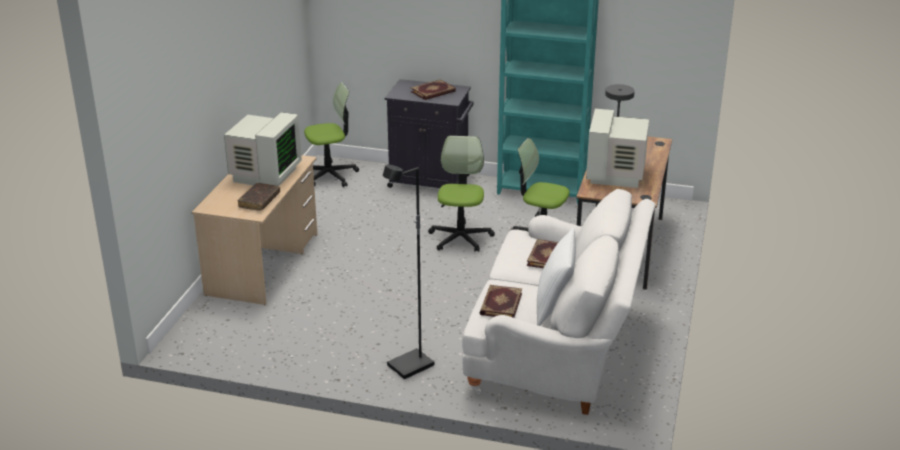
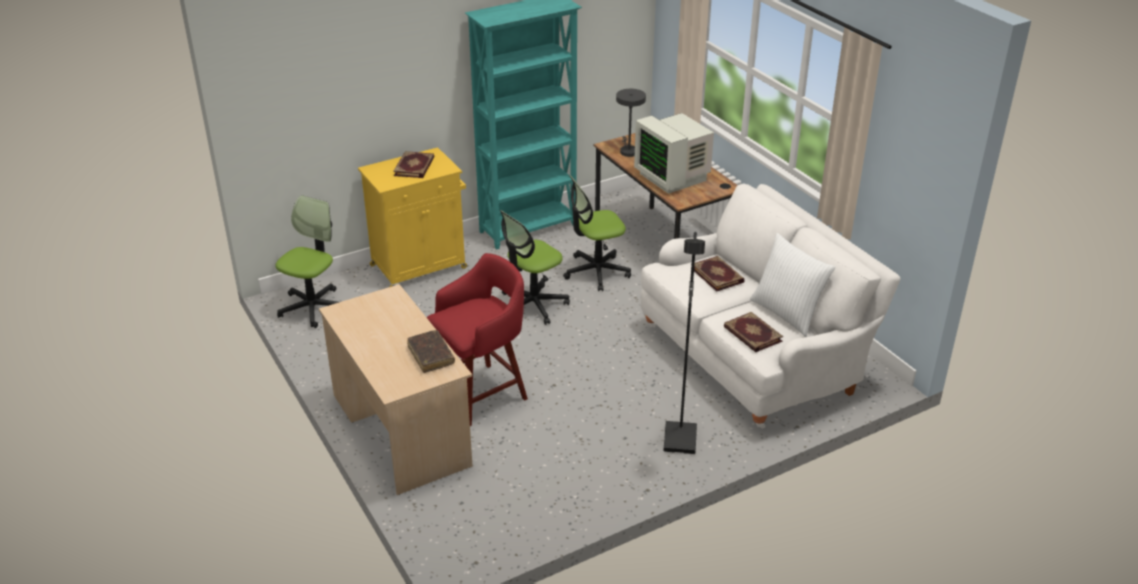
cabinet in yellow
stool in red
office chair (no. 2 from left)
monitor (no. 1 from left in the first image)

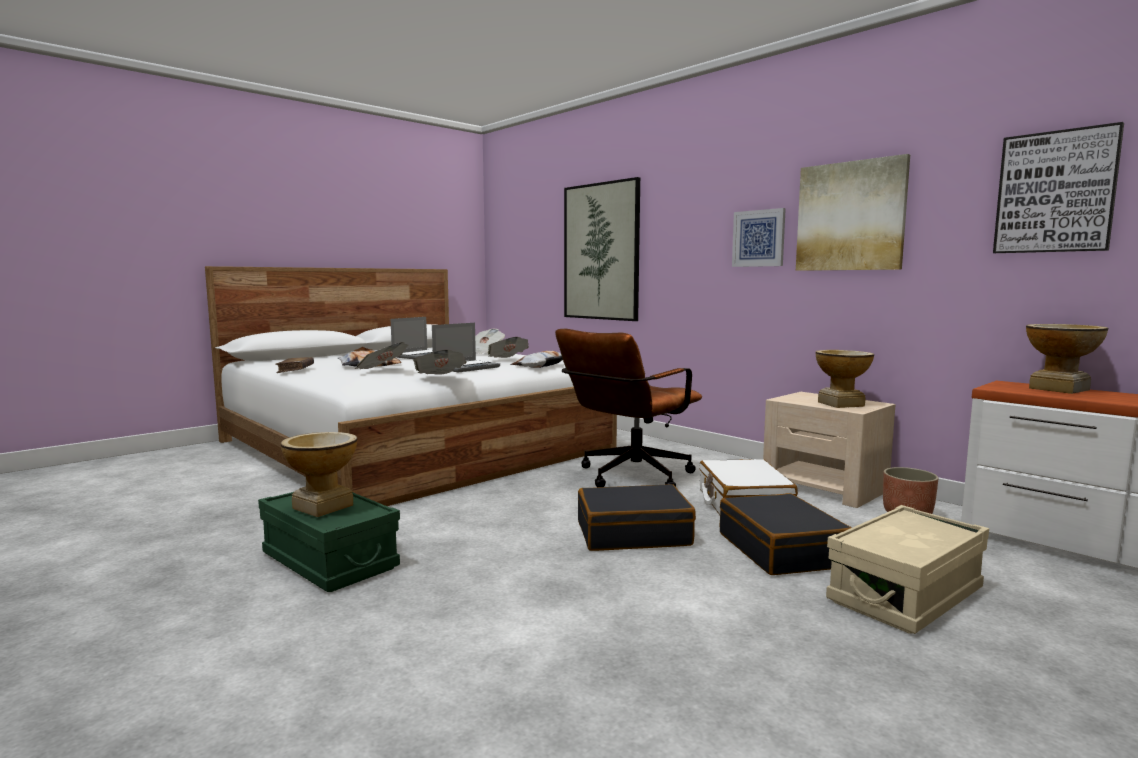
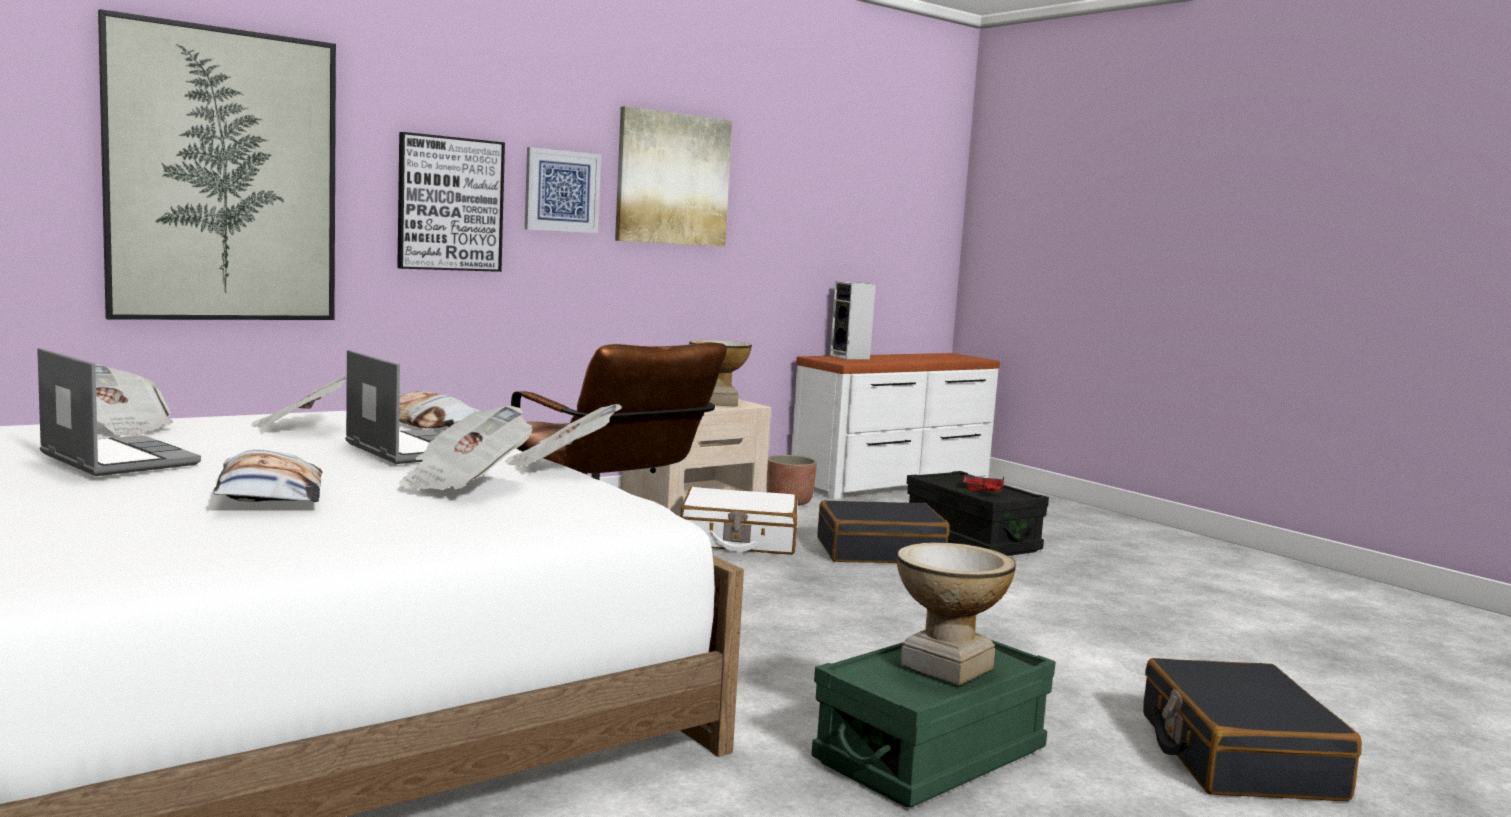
picture (no. 2 from left)
speaker
storage box in black
tray in red
suitcase in black (no. 2 from left)
book in brown

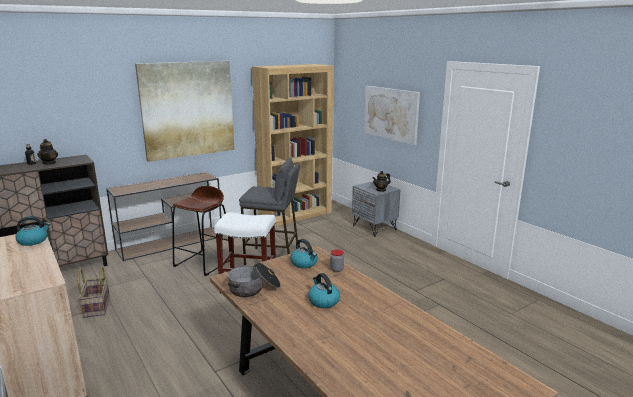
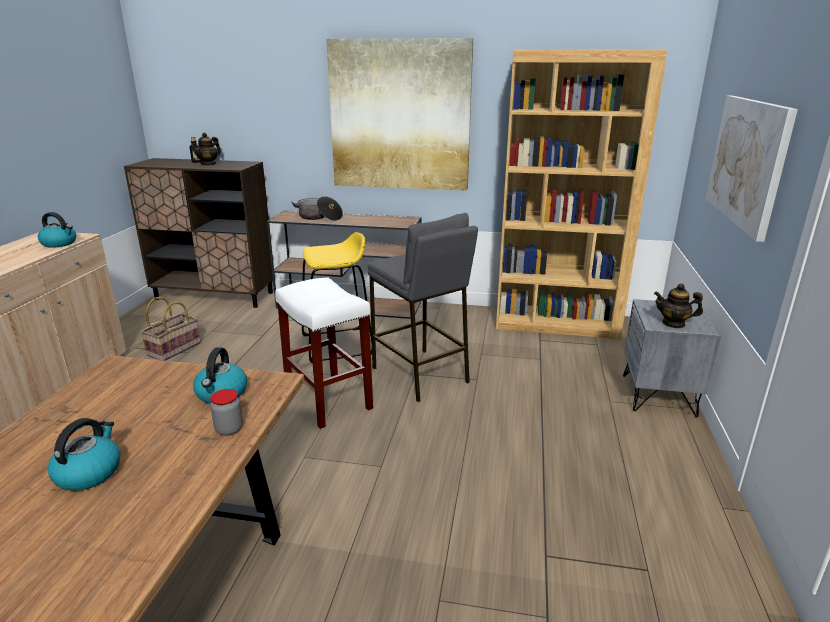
cooking pot
stool in yellow

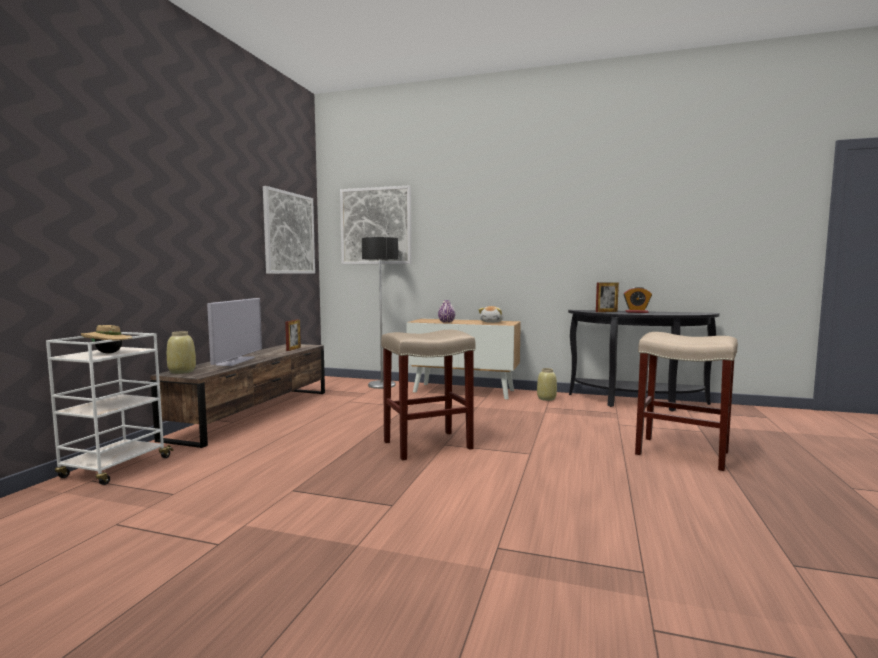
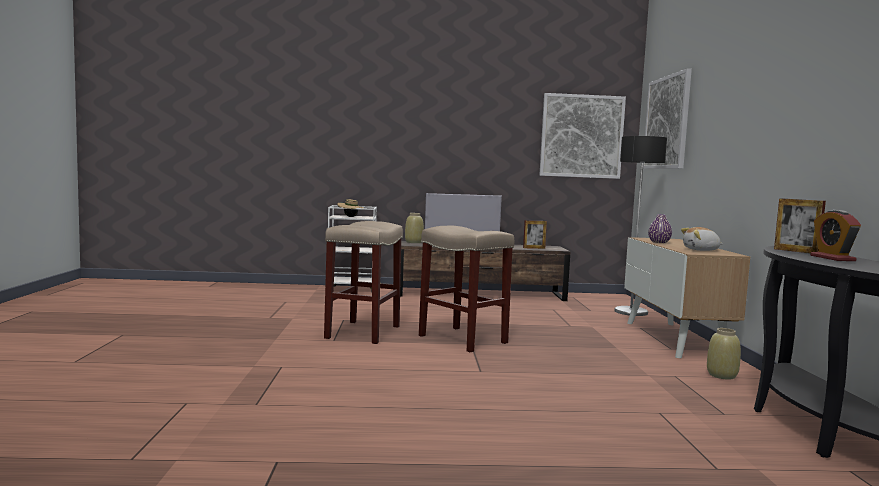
stool in beige (no. 1 from left)

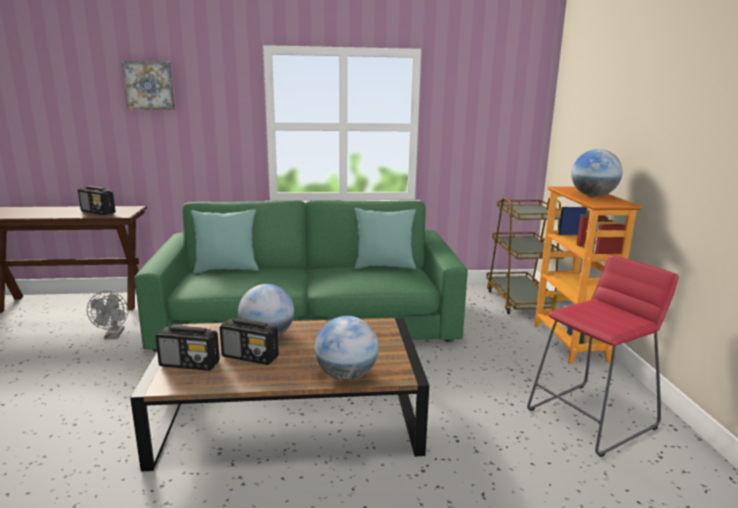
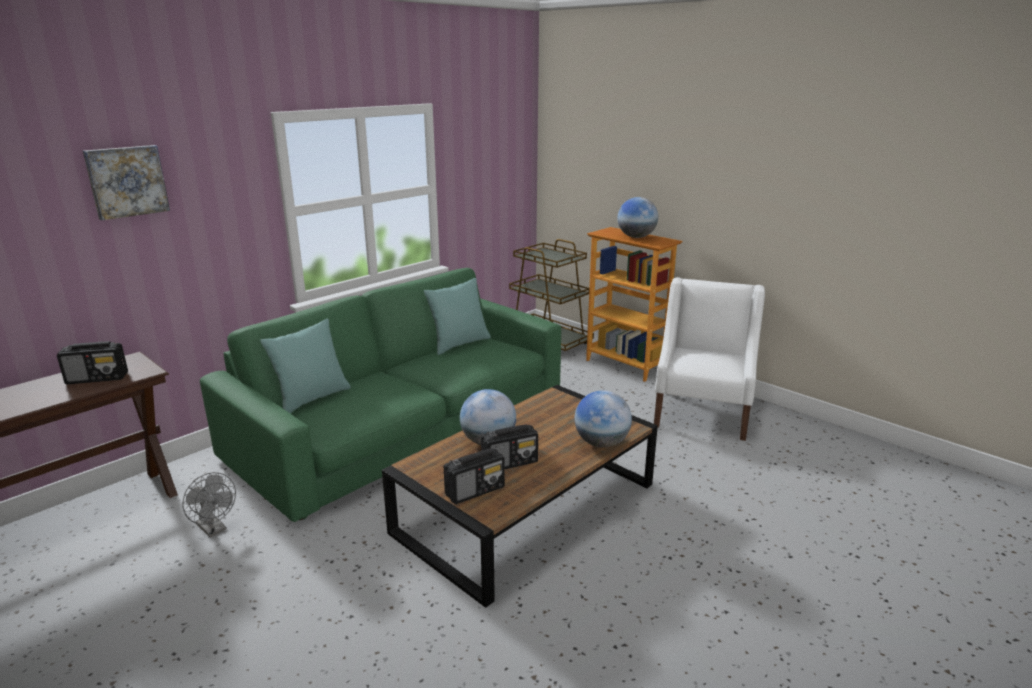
armchair in white

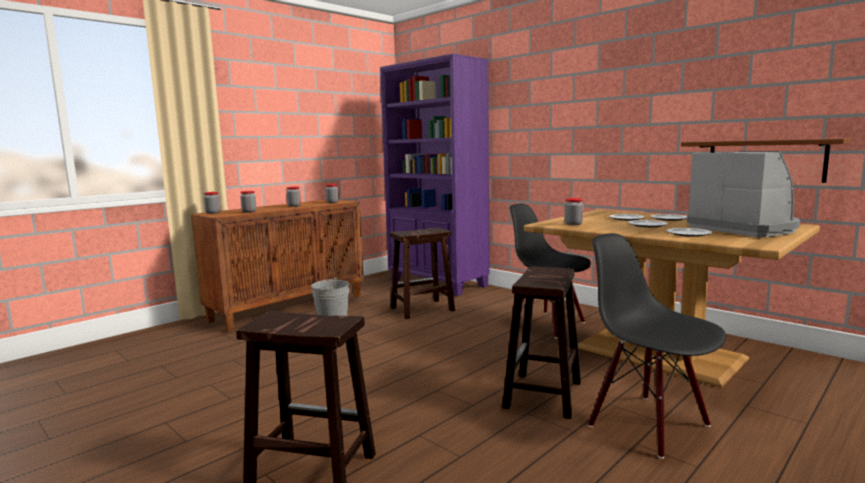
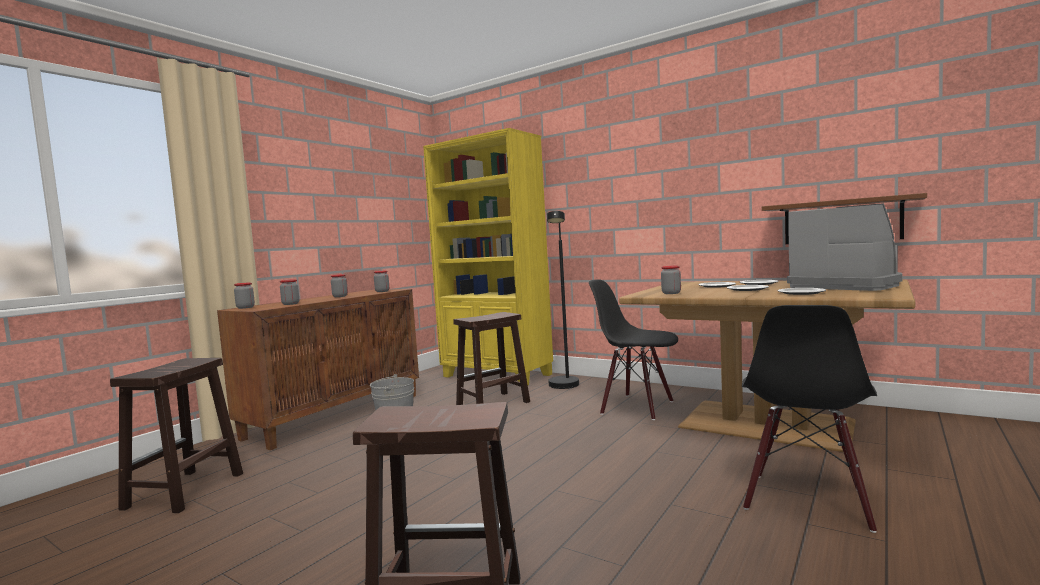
stool in brown (no. 1 from left)
bookcase in yellow
floor lamp in black
chair in black (no. 2 from left)

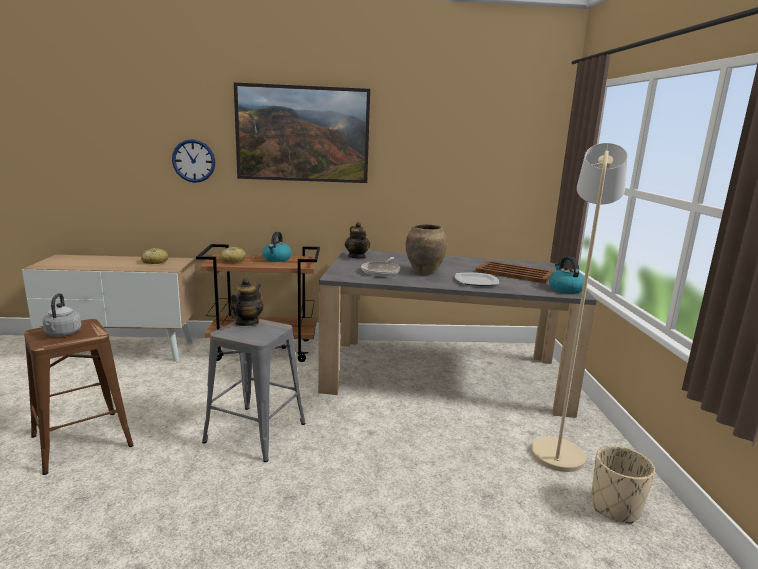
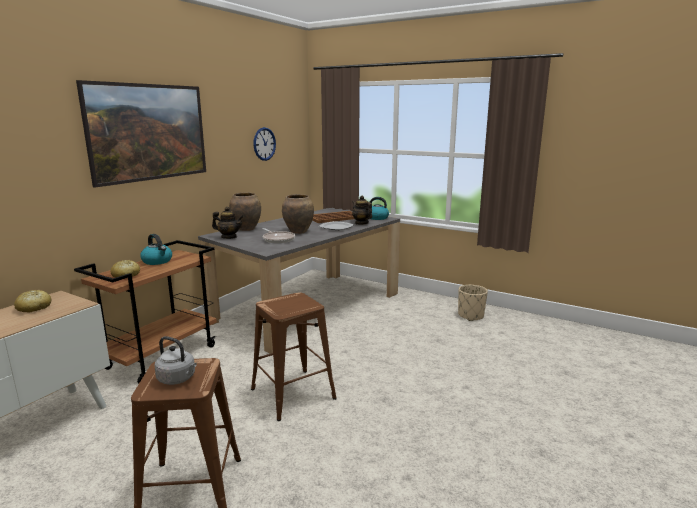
vase in brown (no. 1 from left)
stool in brown (no. 2 from left)
wall clock
teapot (no. 2 from left)
floor lamp in beige

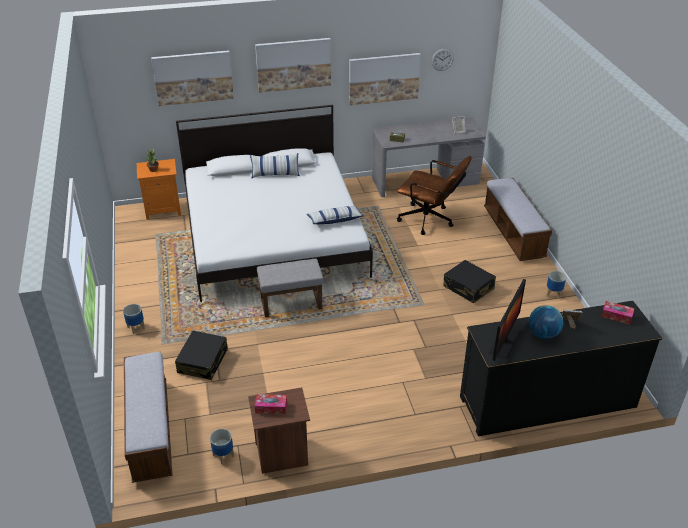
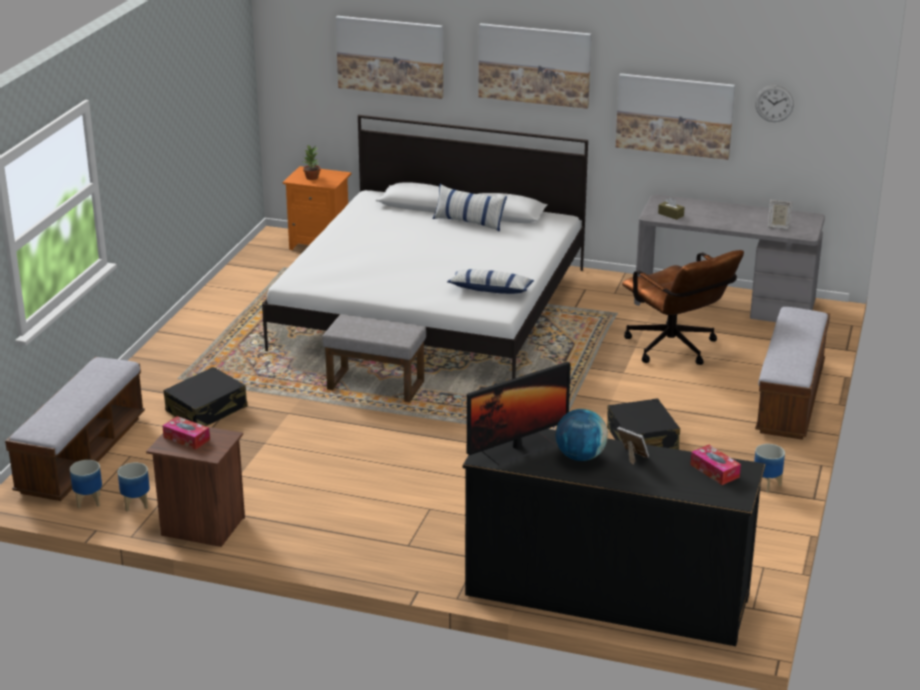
planter (no. 1 from left)

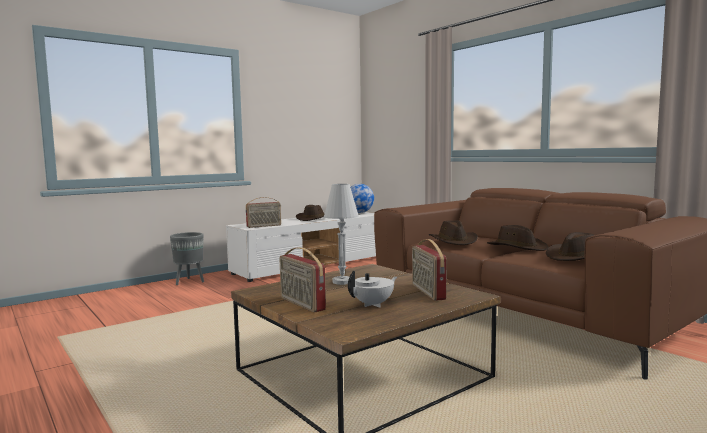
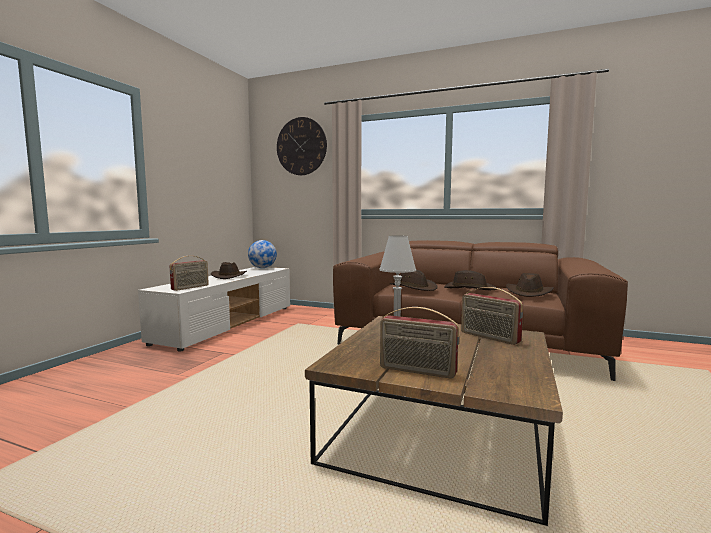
wall clock
planter in grey
teapot in white

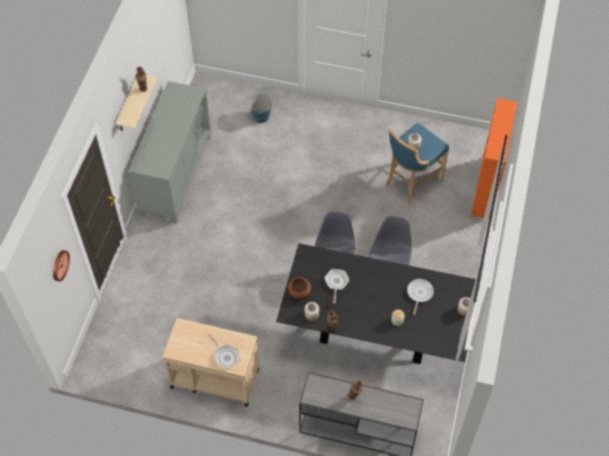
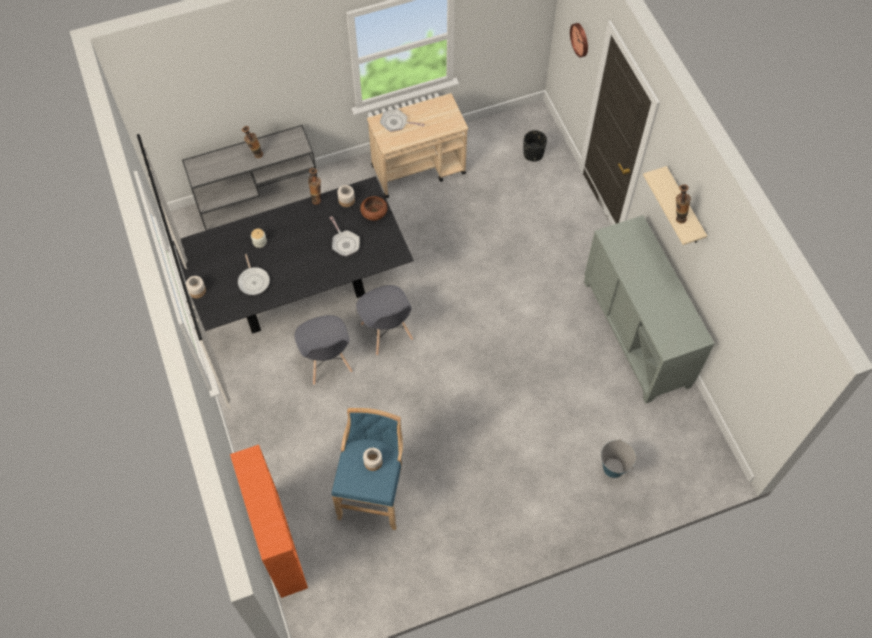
planter in black

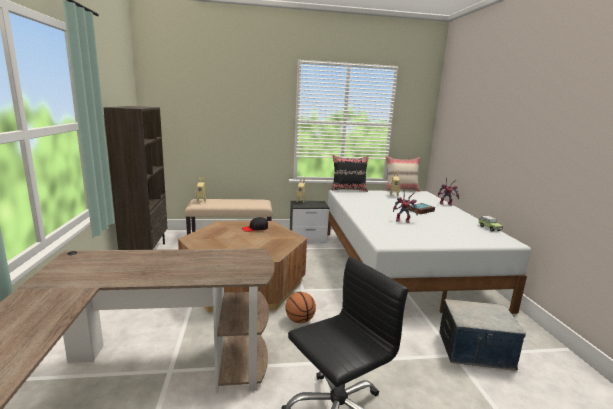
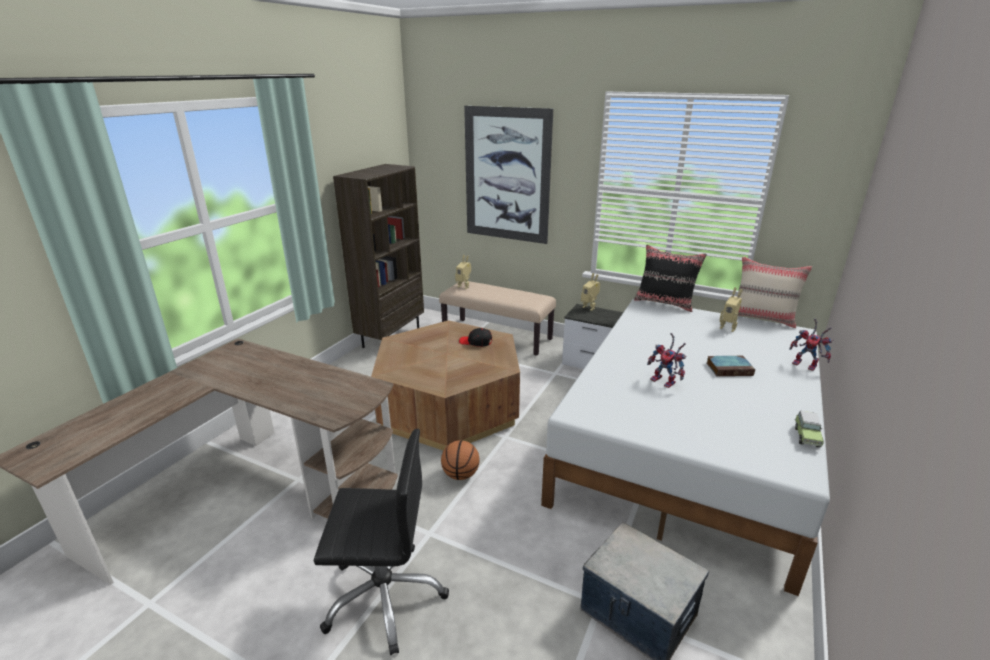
picture

